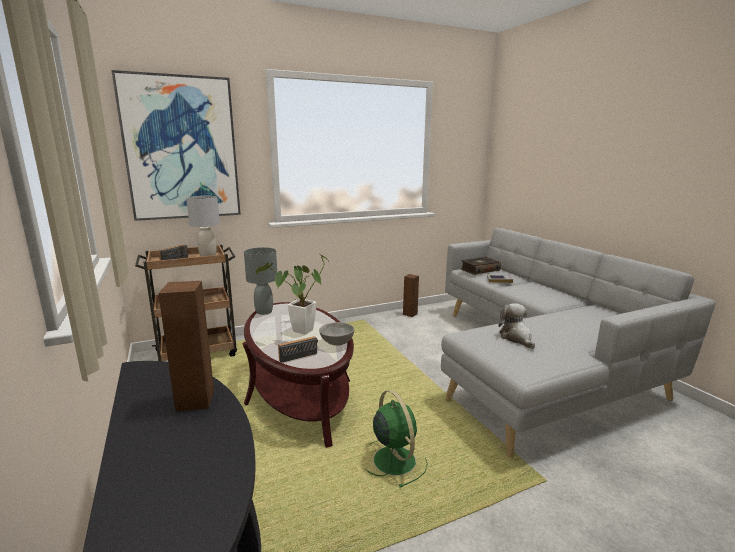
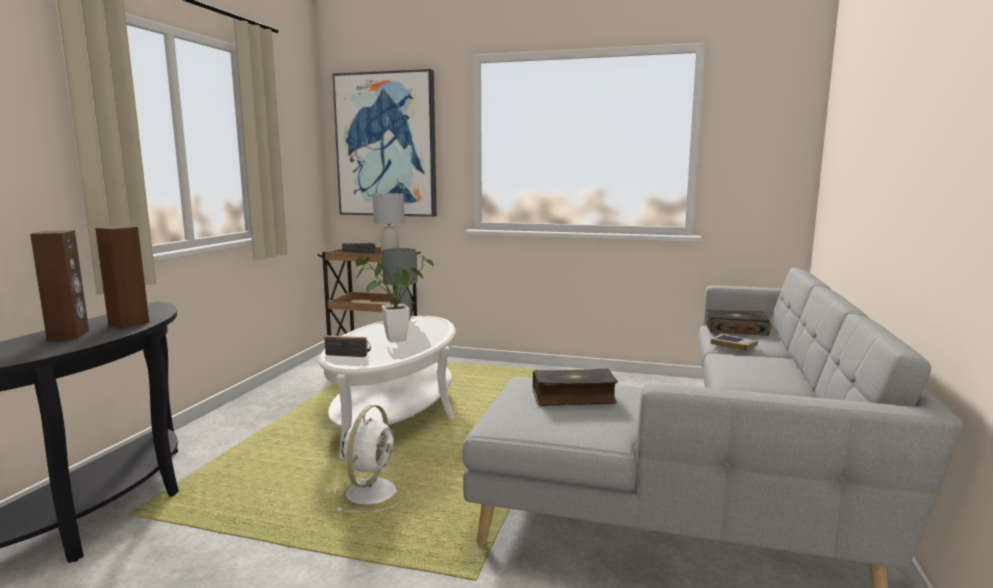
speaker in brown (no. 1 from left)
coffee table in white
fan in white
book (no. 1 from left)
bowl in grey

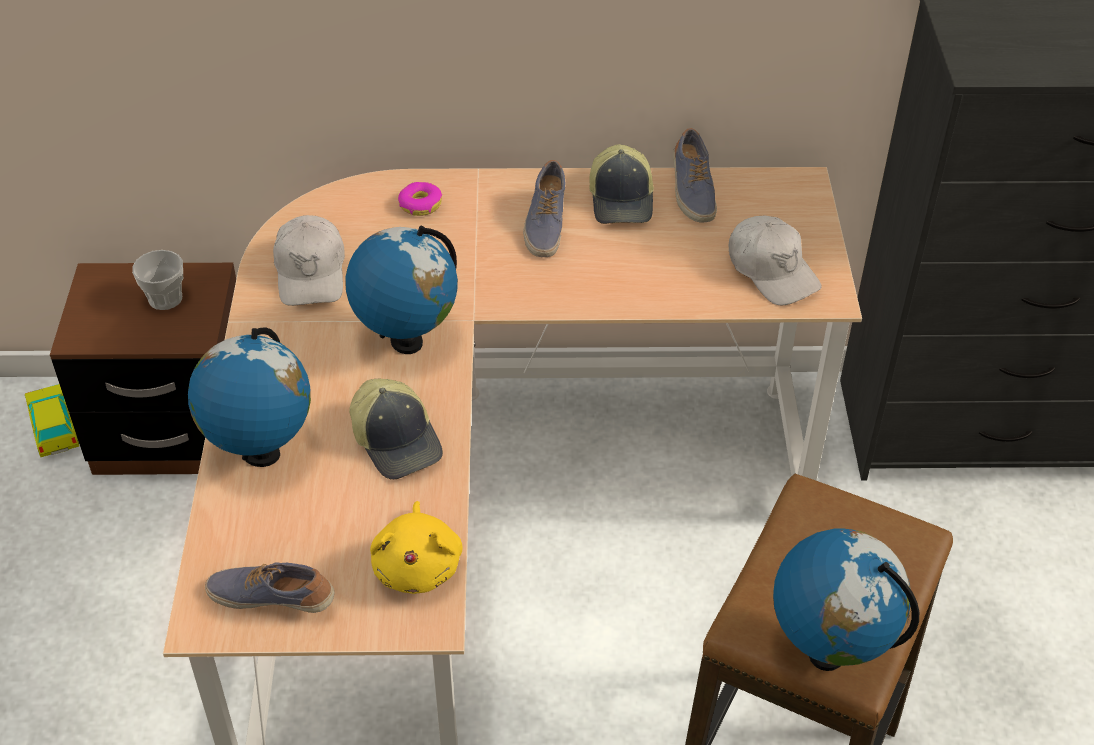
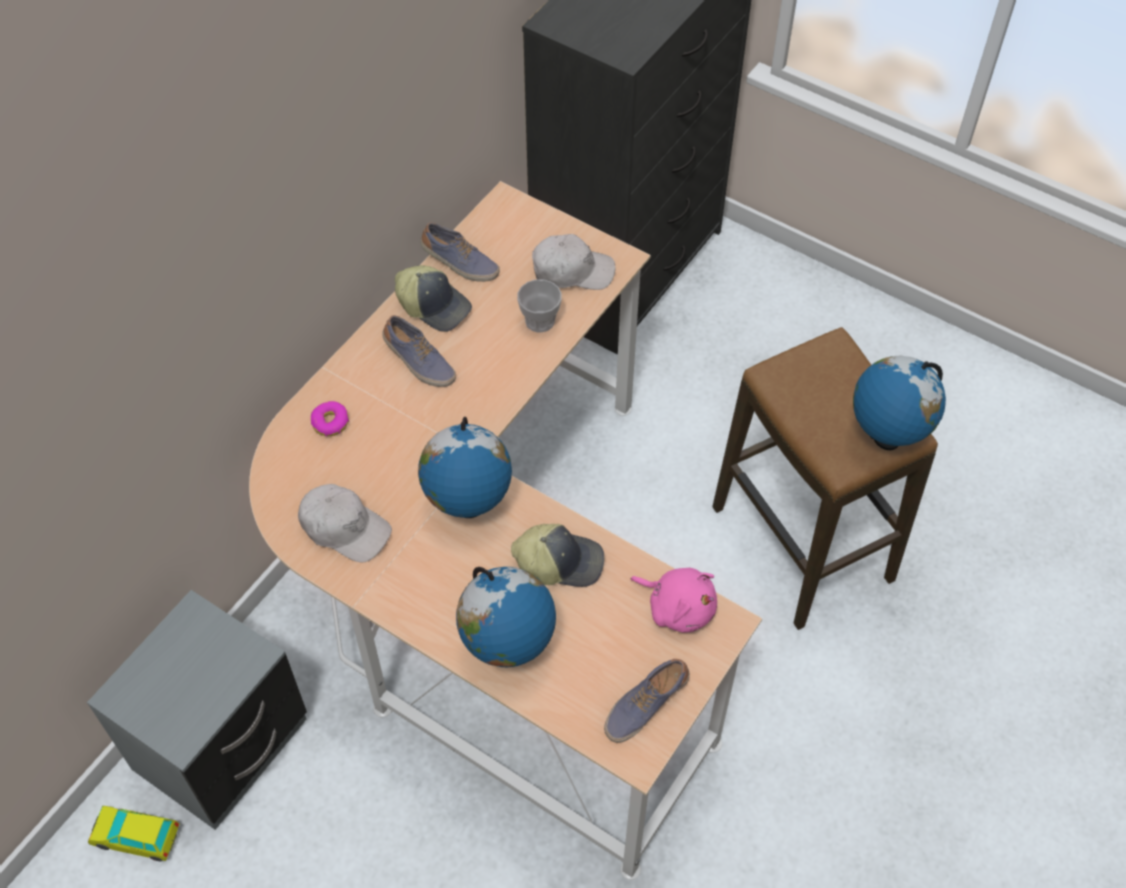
nightstand in grey
cup
plush toy in pink

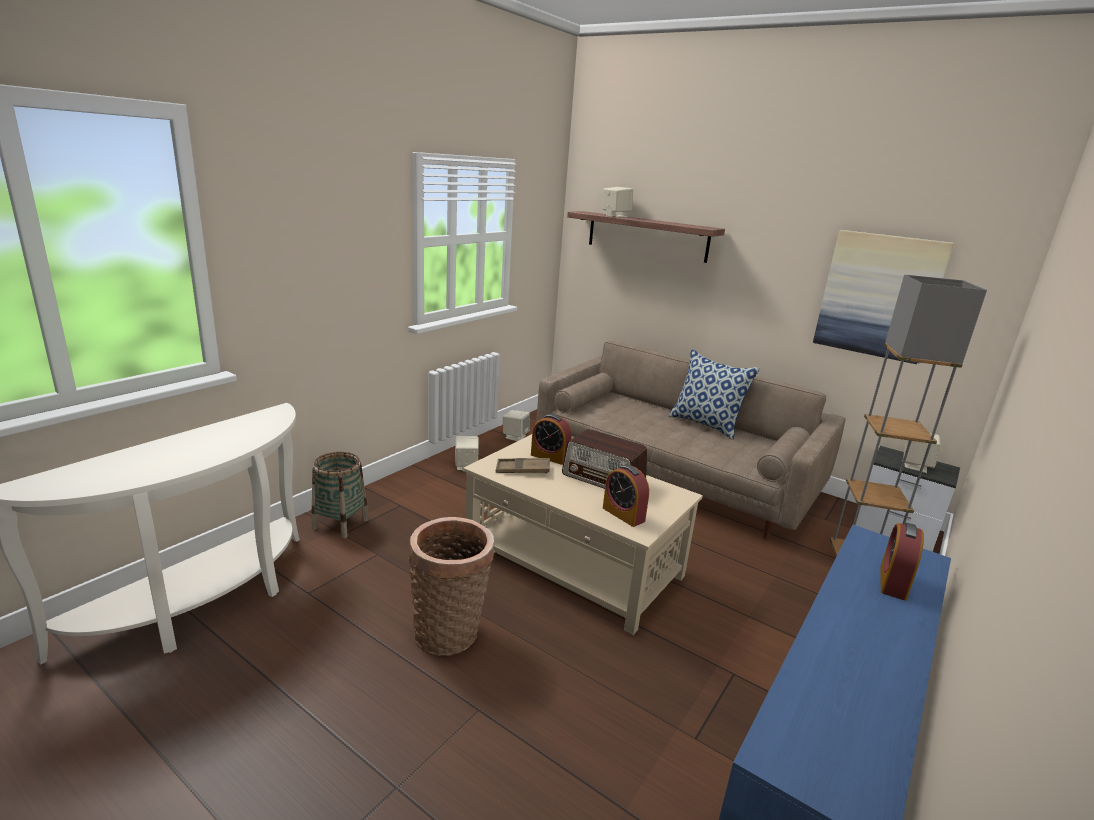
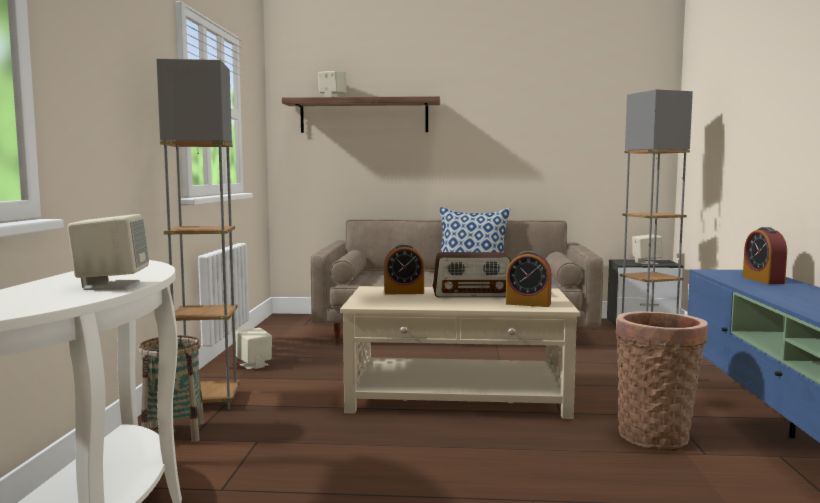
speaker in beige (no. 1 from left)
floor lamp in grey (no. 1 from left)
basket (no. 2 from left)
tray in brown
picture

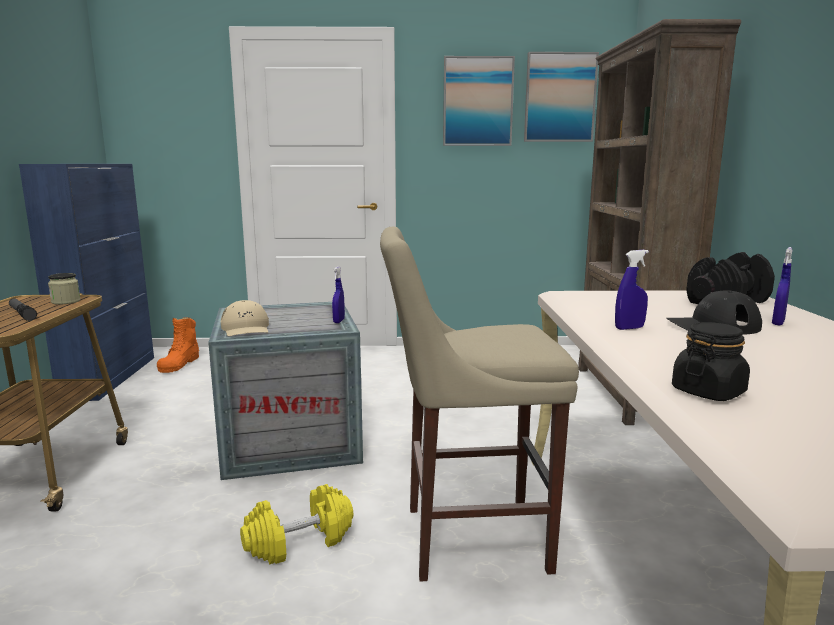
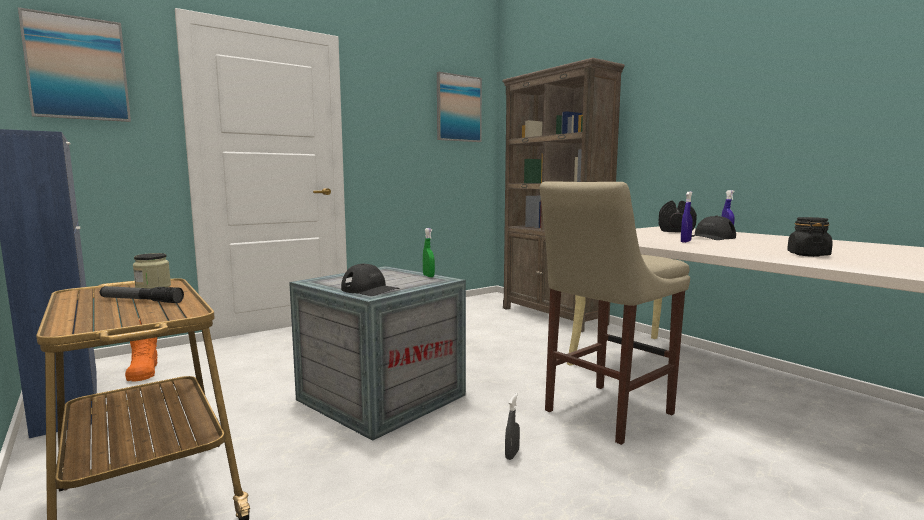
picture (no. 1 from left)
cap in black (no. 1 from left)
spray bottle in green
spray bottle in grey

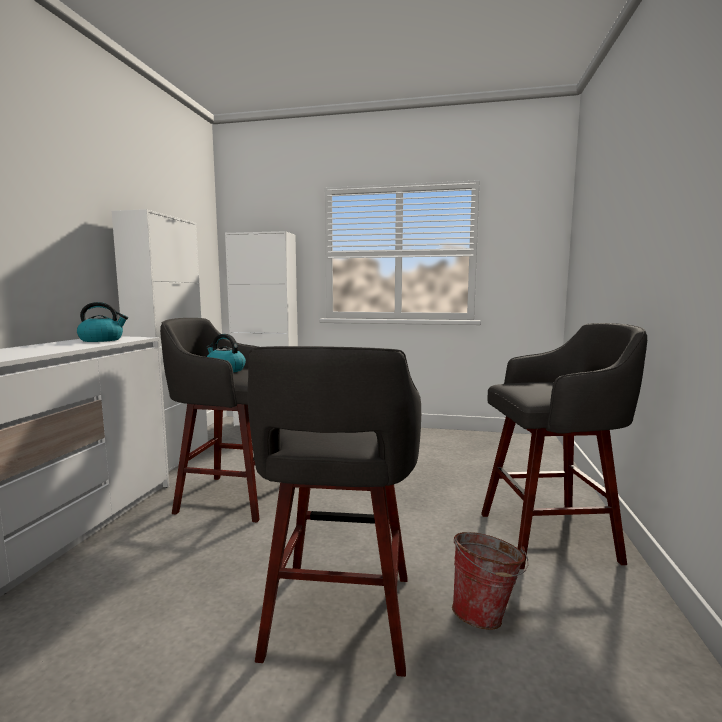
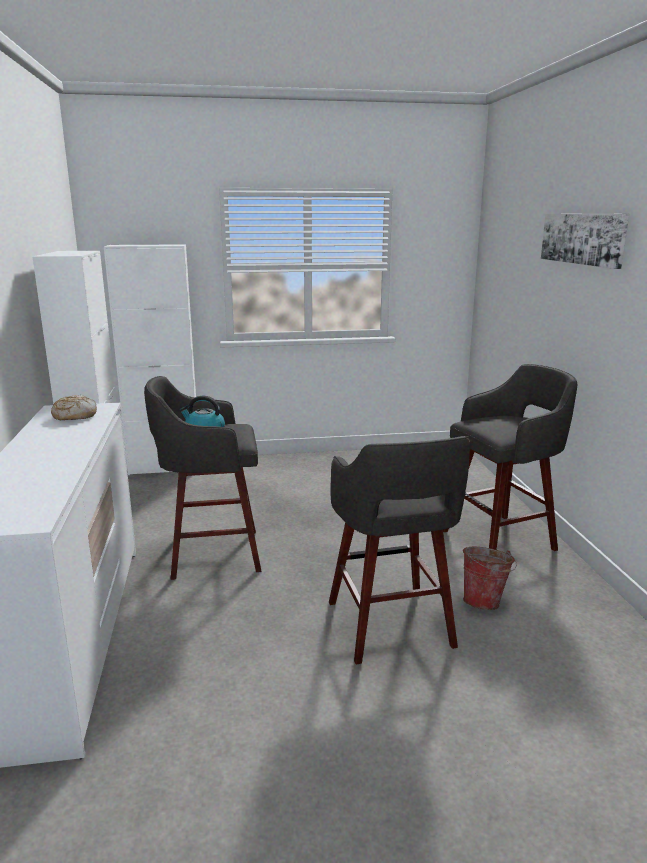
bread
picture

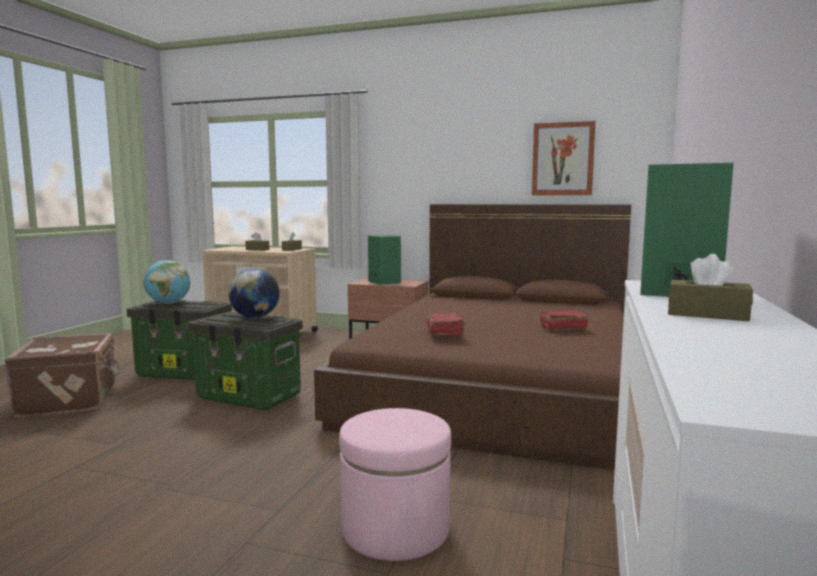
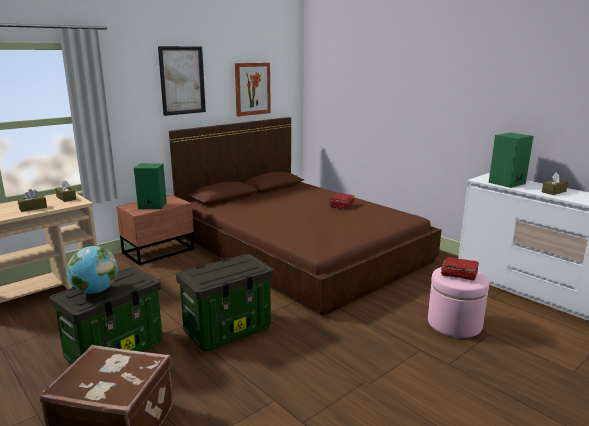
picture (no. 1 from left)
book in red (no. 2 from left)
globe (no. 2 from left in the first image)

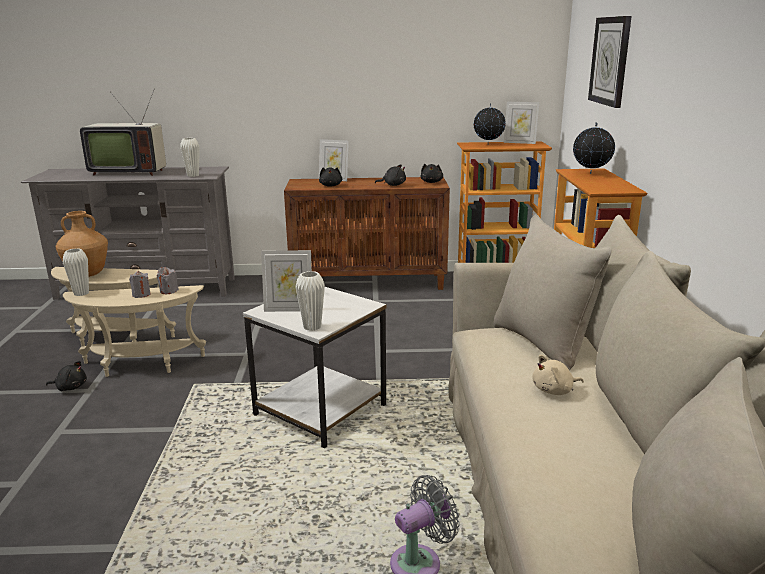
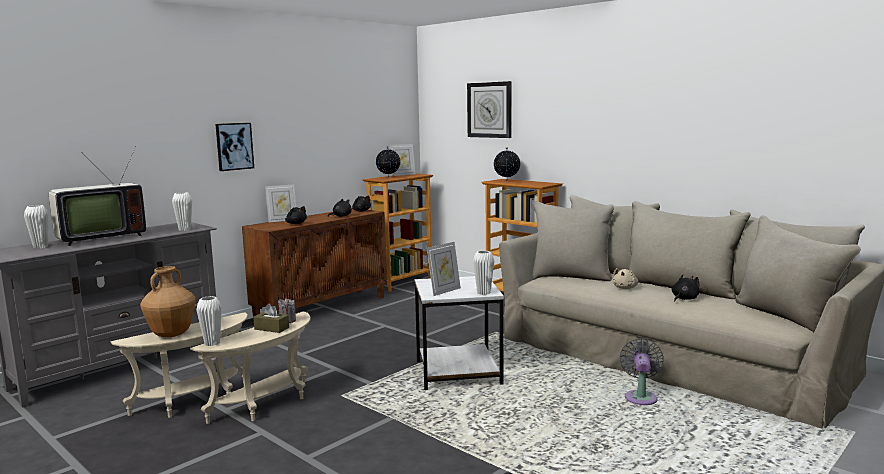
vase in white (no. 1 from left)
picture
tissue box in brown
plush toy in black (no. 4 from left)

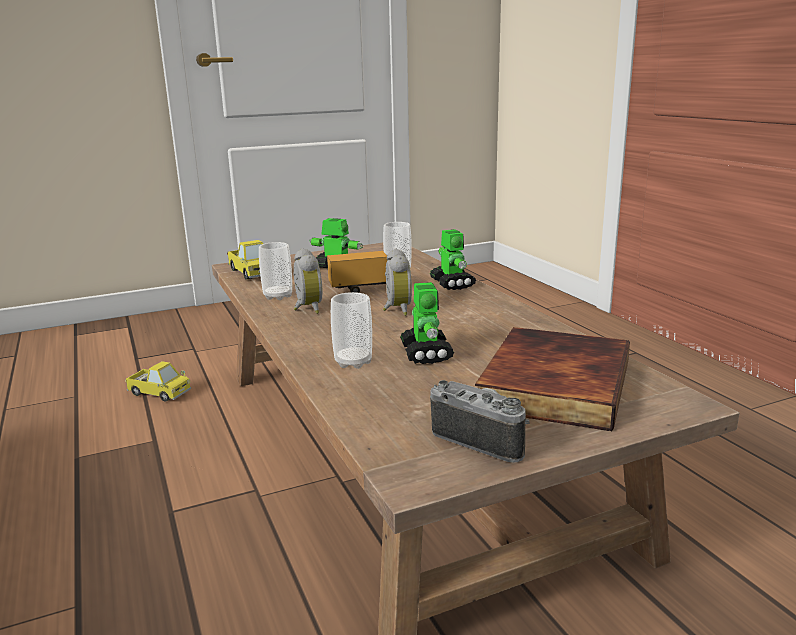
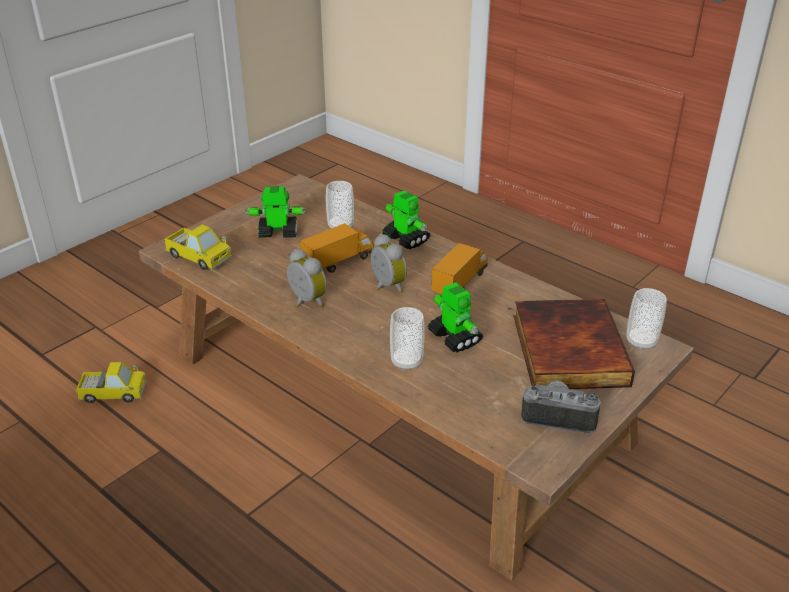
toy truck (no. 4 from left)
cup (no. 3 from left)

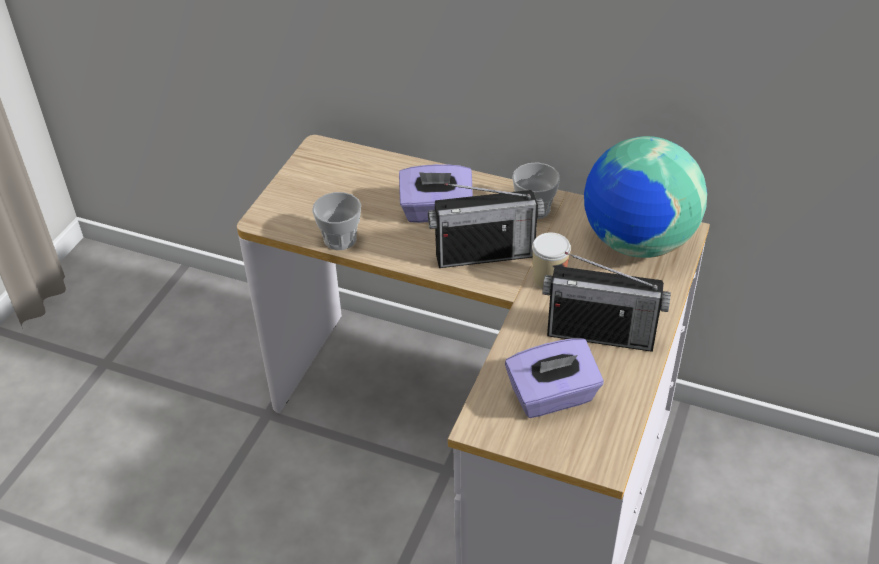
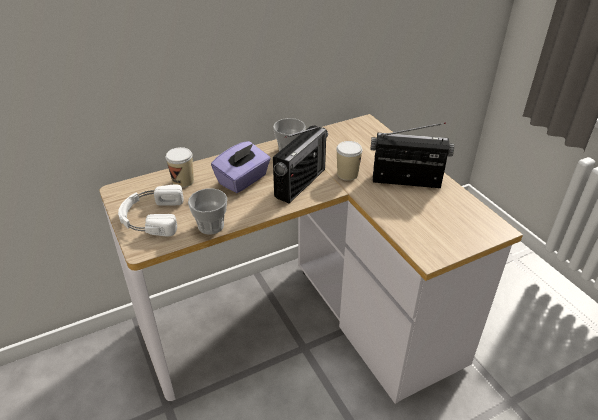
headphones in white
cup (no. 1 from left)
radio (no. 2 from left)
tissue box in purple (no. 2 from left in the first image)
globe

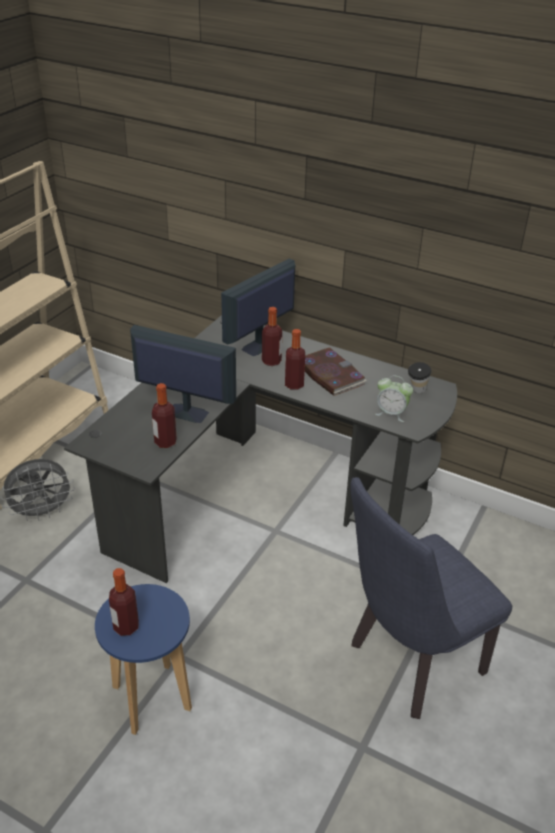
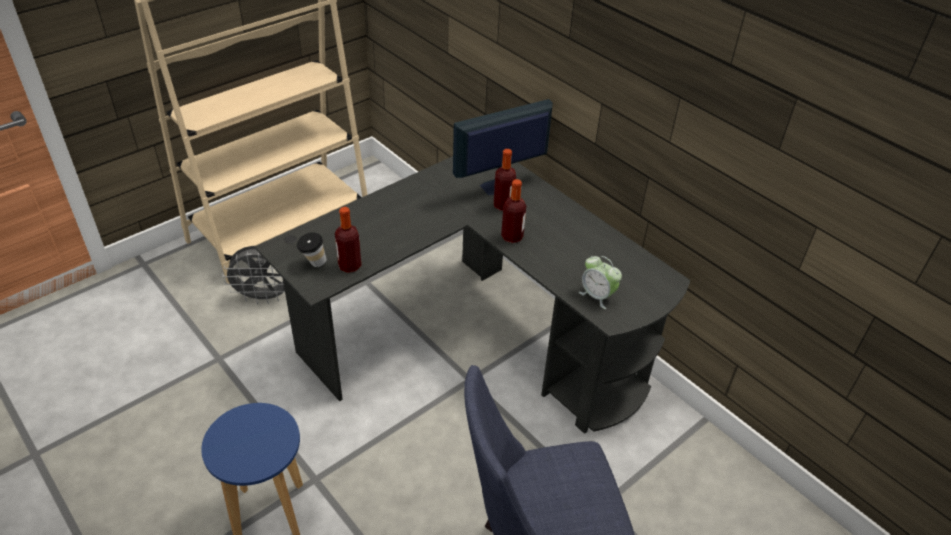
cup
bottle (no. 1 from left in the first image)
monitor (no. 1 from left in the first image)
book

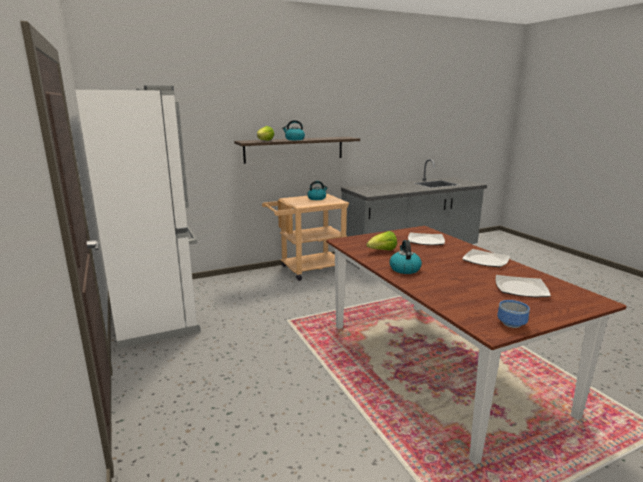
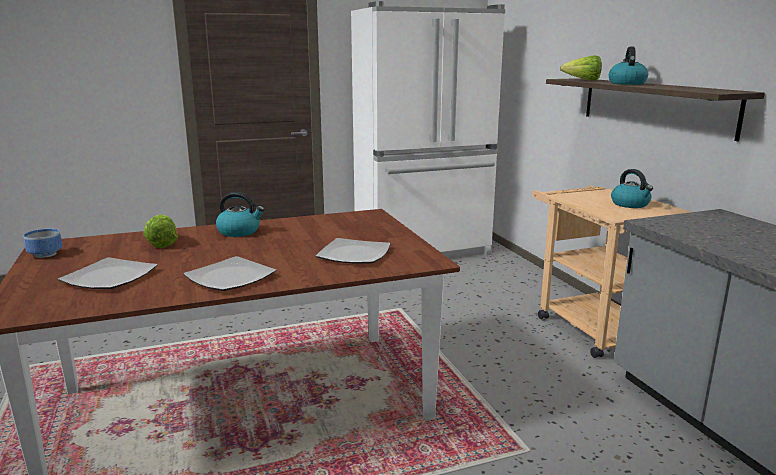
lettuce (no. 1 from left)

